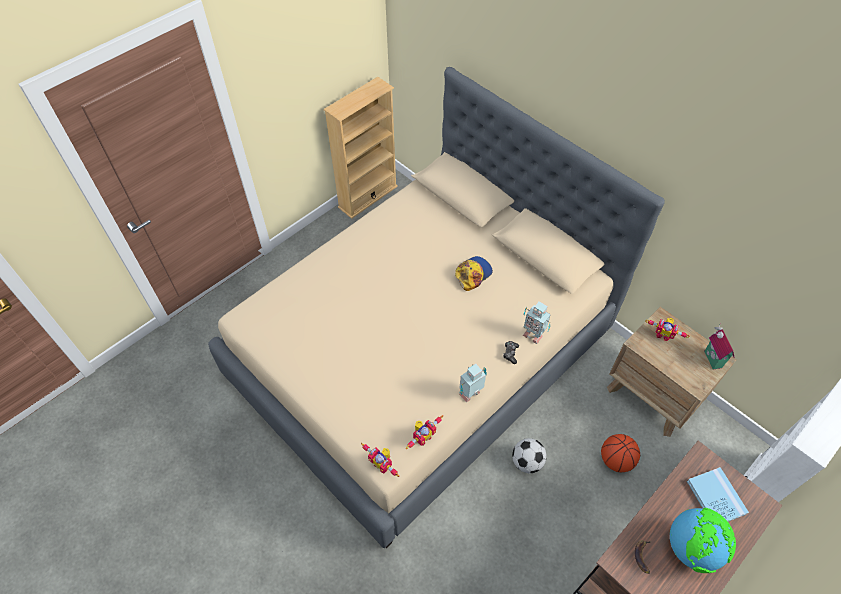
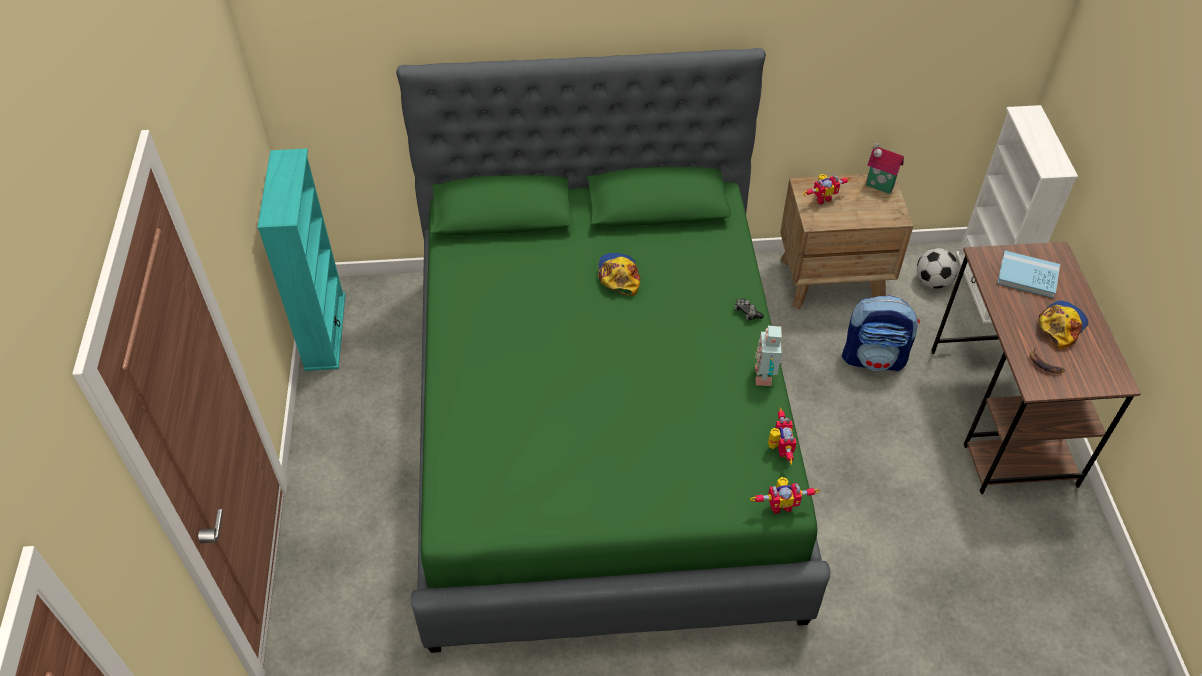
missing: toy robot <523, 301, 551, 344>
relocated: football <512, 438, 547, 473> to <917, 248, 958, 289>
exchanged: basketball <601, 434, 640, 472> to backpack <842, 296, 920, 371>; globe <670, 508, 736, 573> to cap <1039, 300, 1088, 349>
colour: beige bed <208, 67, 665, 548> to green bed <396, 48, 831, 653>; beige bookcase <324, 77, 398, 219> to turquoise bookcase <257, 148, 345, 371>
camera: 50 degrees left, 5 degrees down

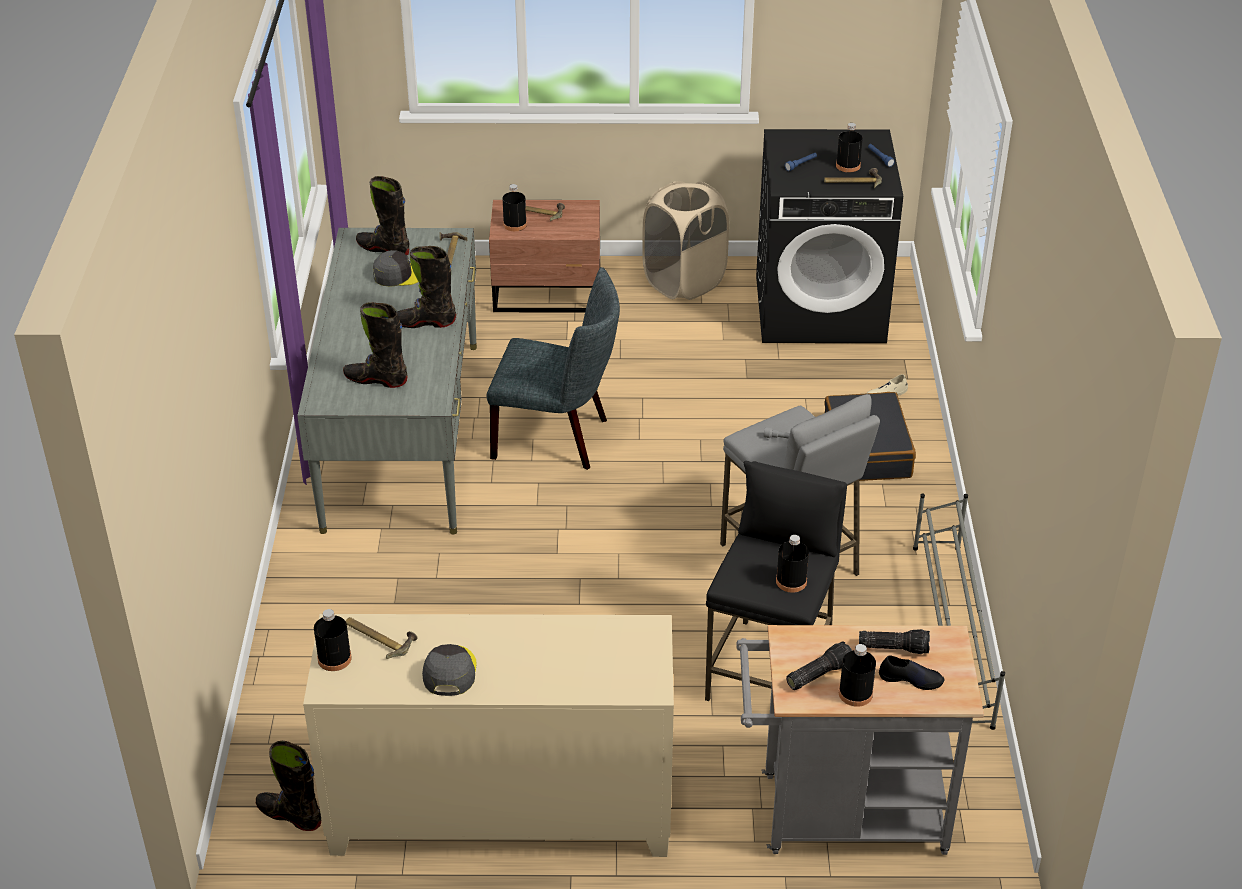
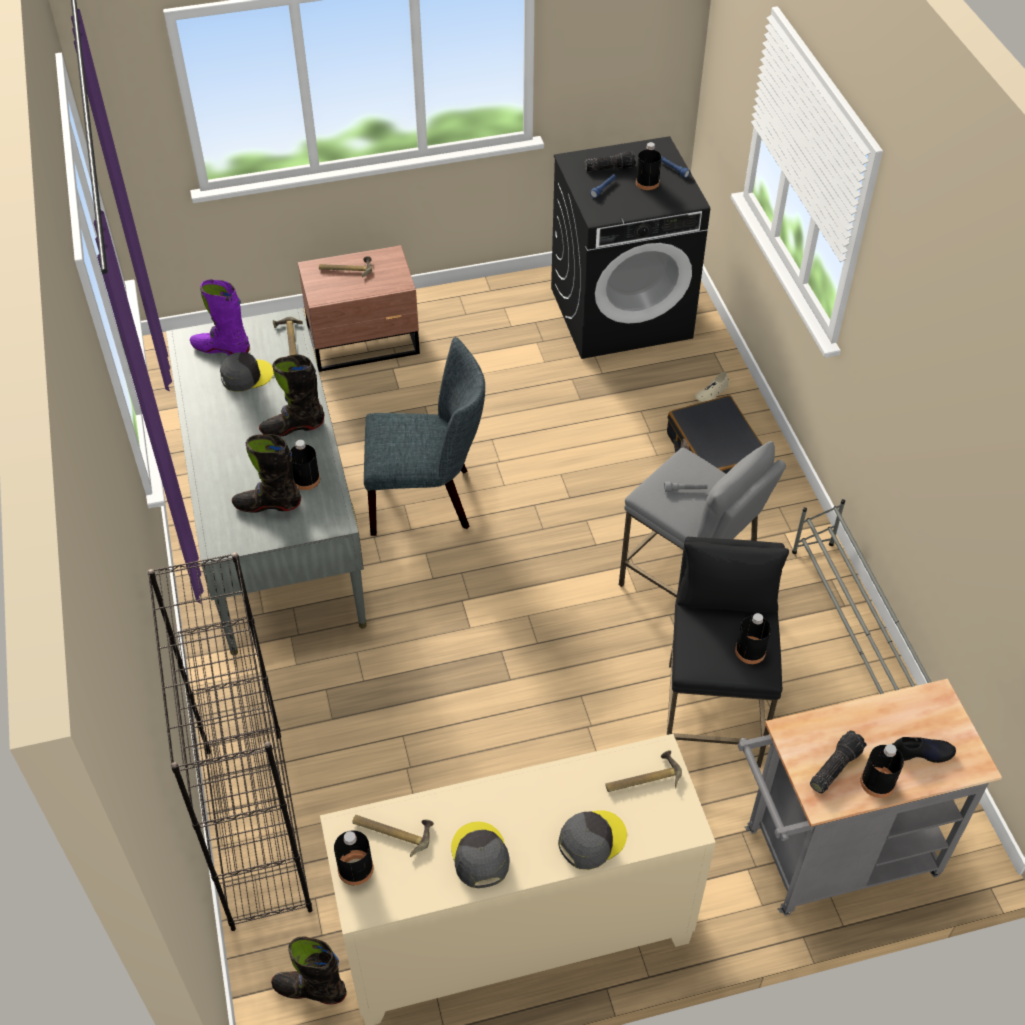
missing: beige laundry basket <642, 181, 729, 300>
appeared: black bookcase <148, 552, 312, 931>; grey cap <558, 810, 627, 870>
relocated: black bottle <503, 184, 527, 231> to <290, 440, 320, 490>; hammer <824, 168, 882, 188> to <606, 750, 682, 792>; flashlight <859, 629, 930, 654> to <585, 151, 636, 171>
colour: black boot <356, 176, 409, 255> to purple boot <190, 279, 250, 355>
camera: 15 degrees left, 10 degrees up

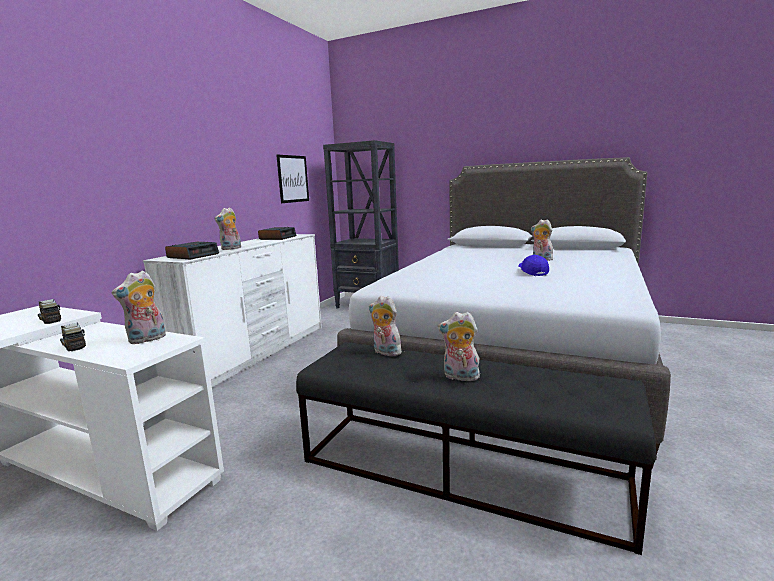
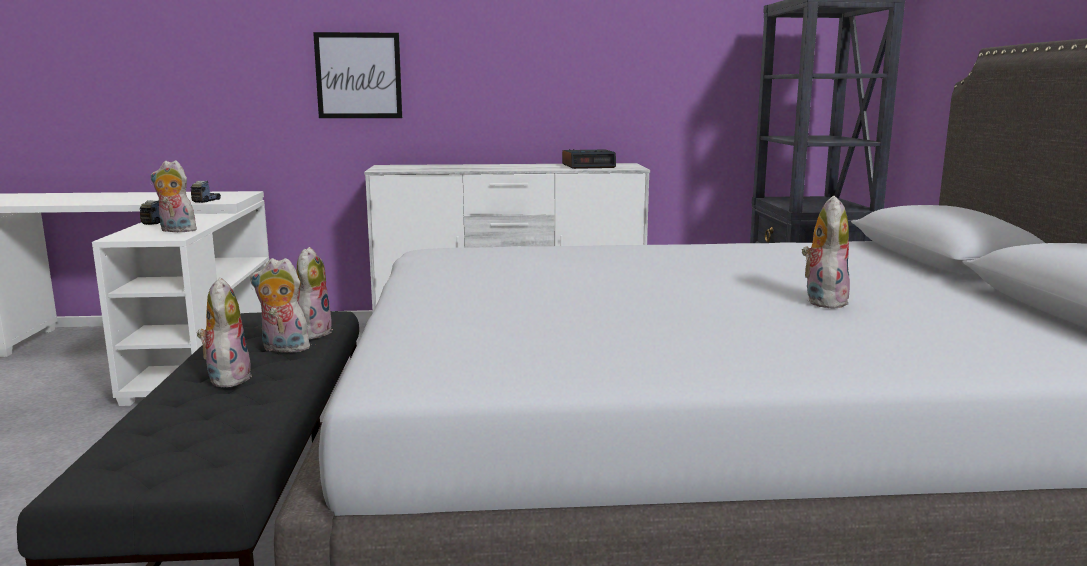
missing: alarm clock <165, 242, 219, 260>; blue cap <518, 255, 549, 276>
relocated: plush toy <214, 207, 241, 250> to <250, 258, 310, 353>; picture <276, 155, 309, 203> to <313, 32, 402, 118>
camera: 60 degrees right, 0 degrees up

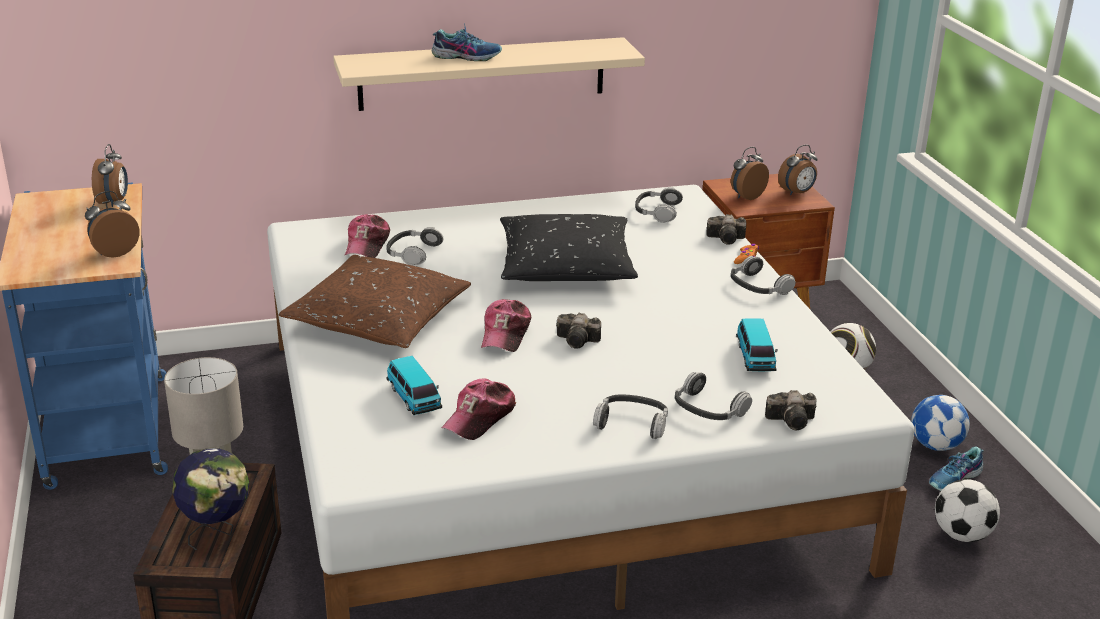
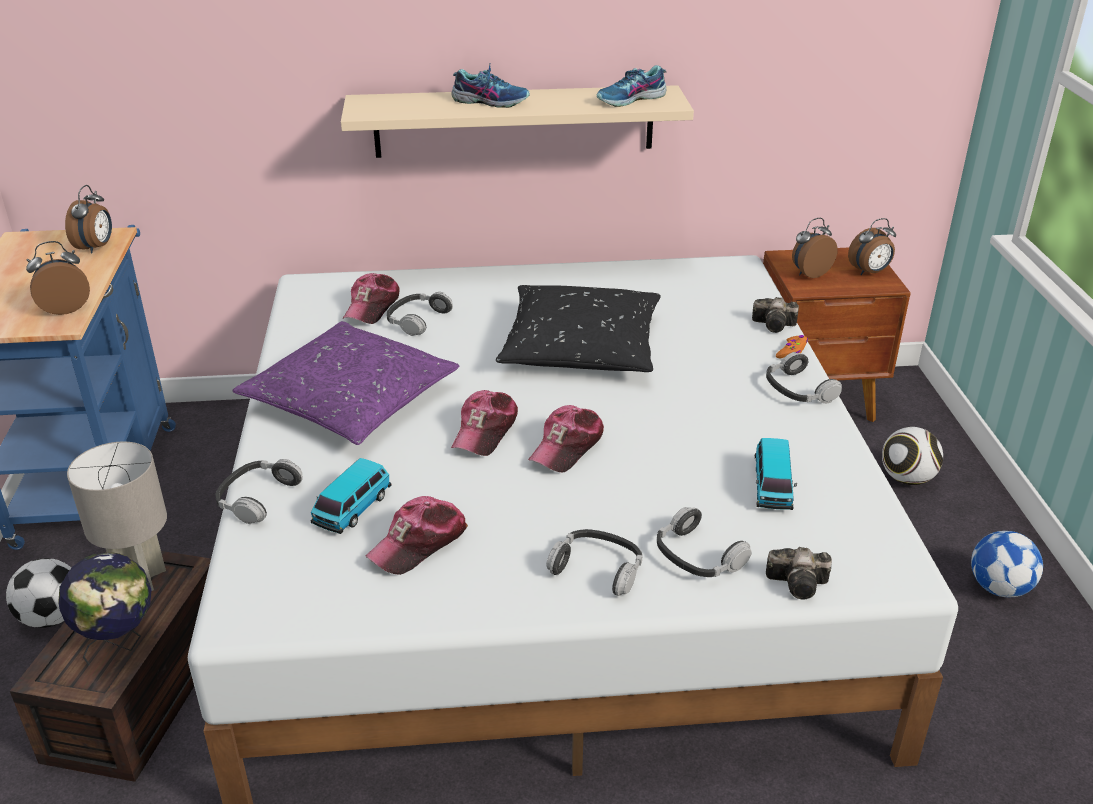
relocated: headphones <635, 187, 683, 223> to <215, 459, 303, 524>; shoe <929, 446, 984, 491> to <597, 65, 666, 107>; football <935, 479, 1000, 542> to <6, 558, 71, 628>
exchanged: photo camera <556, 313, 601, 349> to cap <528, 405, 604, 472>
colour: brown pillow <279, 255, 471, 348> to purple pillow <232, 321, 460, 445>
spun: toy car <387, 356, 442, 415> = <311, 458, 392, 534> 45 degrees clockwise
camera: 10 degrees right, 5 degrees up

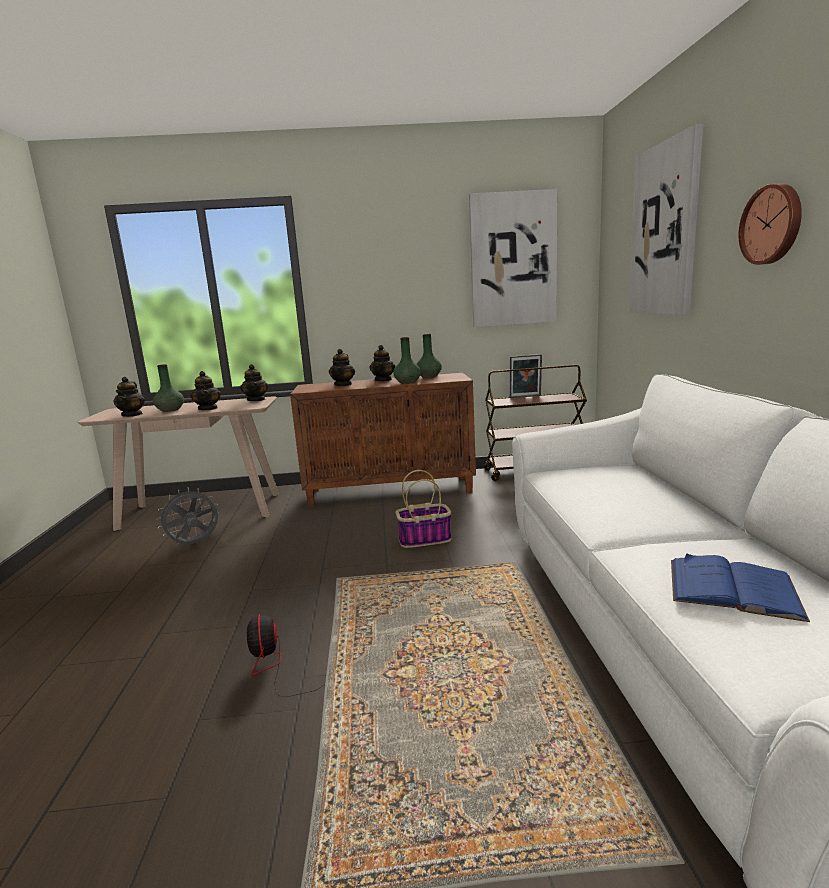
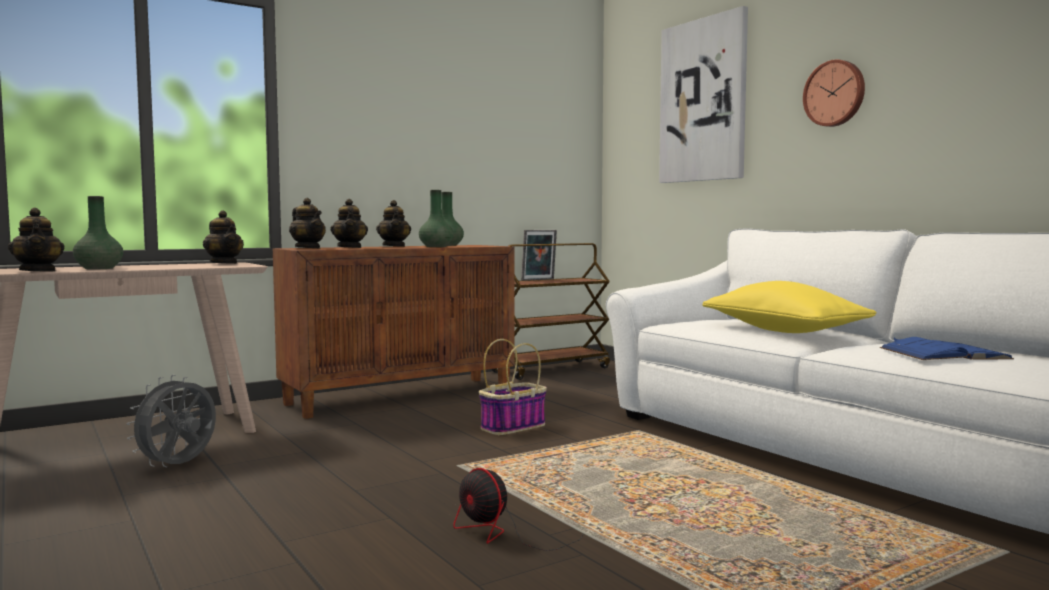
missing: picture <469, 189, 557, 327>
appeared: yellow pillow <702, 281, 877, 333>
relocated: teapot <190, 371, 221, 410> to <289, 198, 326, 249>
camera: 30 degrees left, 10 degrees down

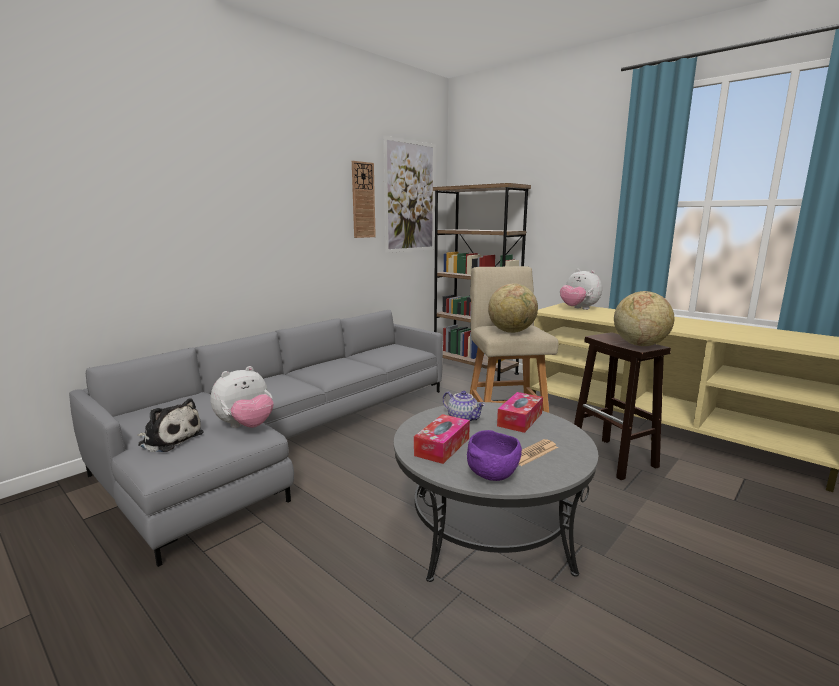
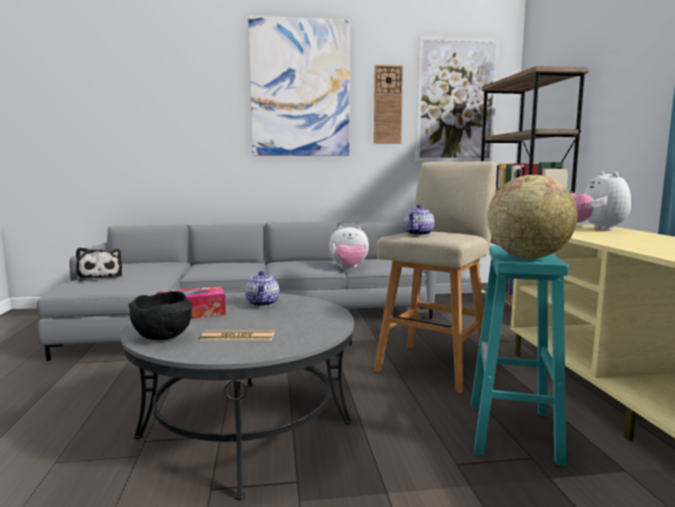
missing: tissue box <497, 392, 543, 433>
appeared: picture <248, 16, 350, 156>
relocated: plush toy <210, 366, 274, 428> to <329, 225, 369, 268>
exchanged: globe <488, 284, 538, 333> to teapot <404, 204, 434, 236>
colour: purple bowl <467, 430, 522, 481> to black bowl <128, 291, 193, 340>; brown stool <574, 332, 671, 480> to turquoise stool <471, 245, 569, 466>
camera: 40 degrees right, 5 degrees down

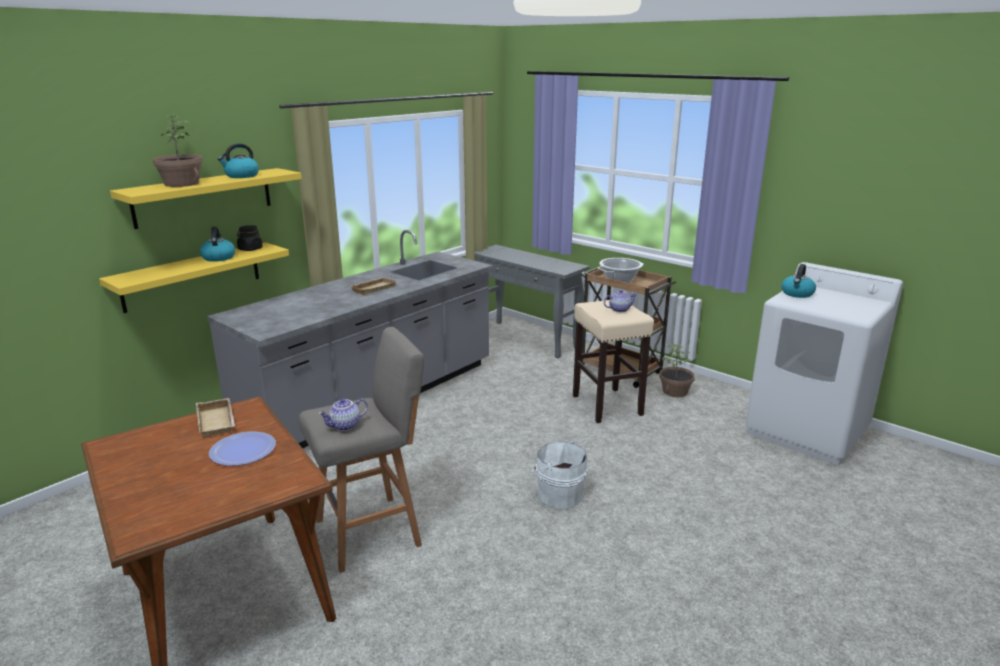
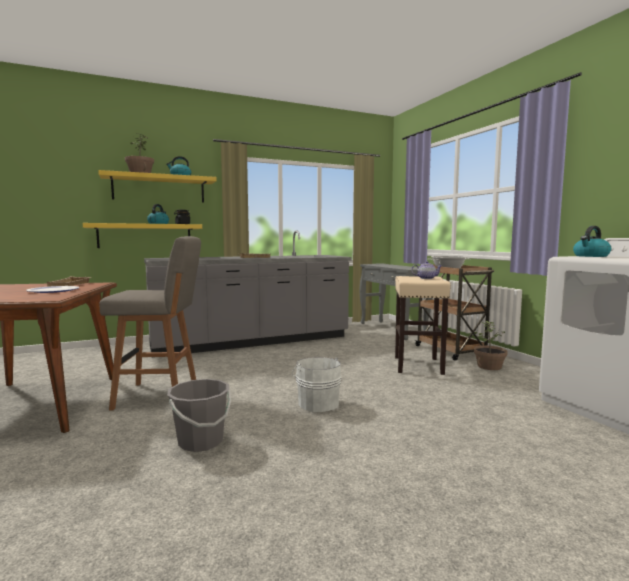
missing: teapot <318, 398, 368, 431>
appeared: grey bucket <167, 379, 231, 452>
camera: 25 degrees right, 15 degrees down

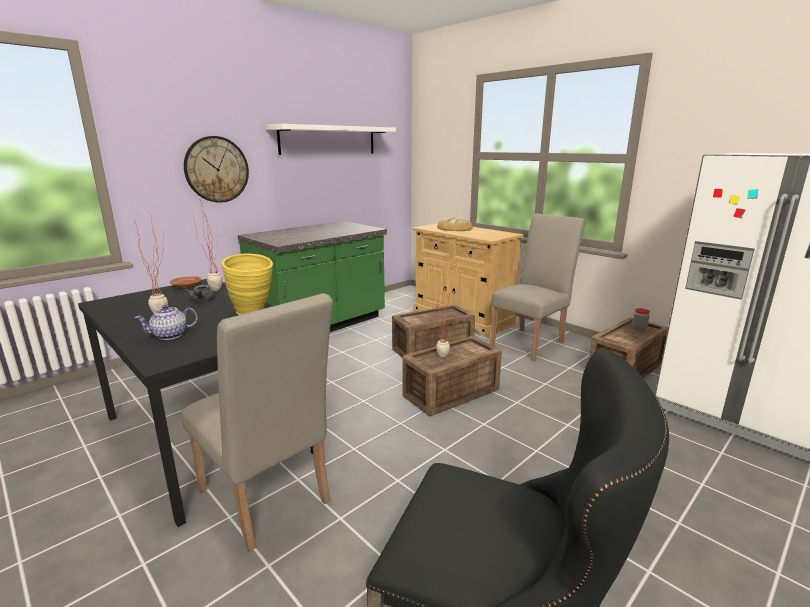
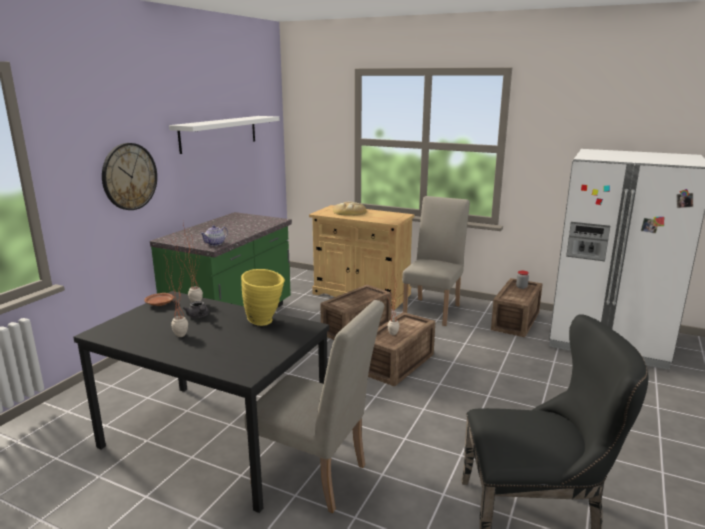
relocated: teapot <135, 305, 198, 340> to <200, 225, 228, 246>
camera: 20 degrees left, 0 degrees up

